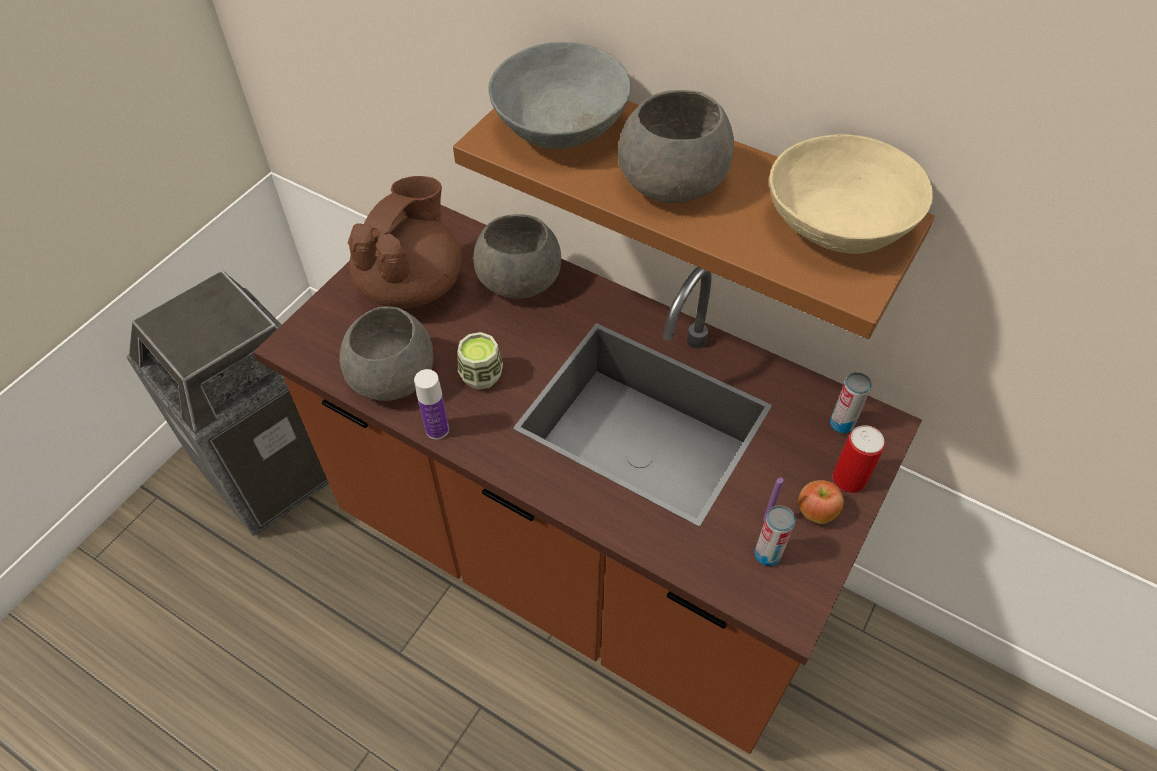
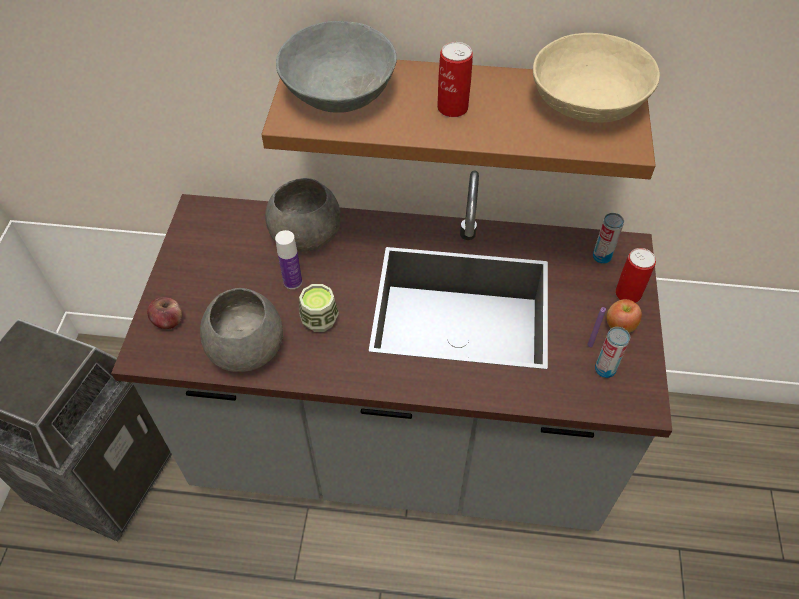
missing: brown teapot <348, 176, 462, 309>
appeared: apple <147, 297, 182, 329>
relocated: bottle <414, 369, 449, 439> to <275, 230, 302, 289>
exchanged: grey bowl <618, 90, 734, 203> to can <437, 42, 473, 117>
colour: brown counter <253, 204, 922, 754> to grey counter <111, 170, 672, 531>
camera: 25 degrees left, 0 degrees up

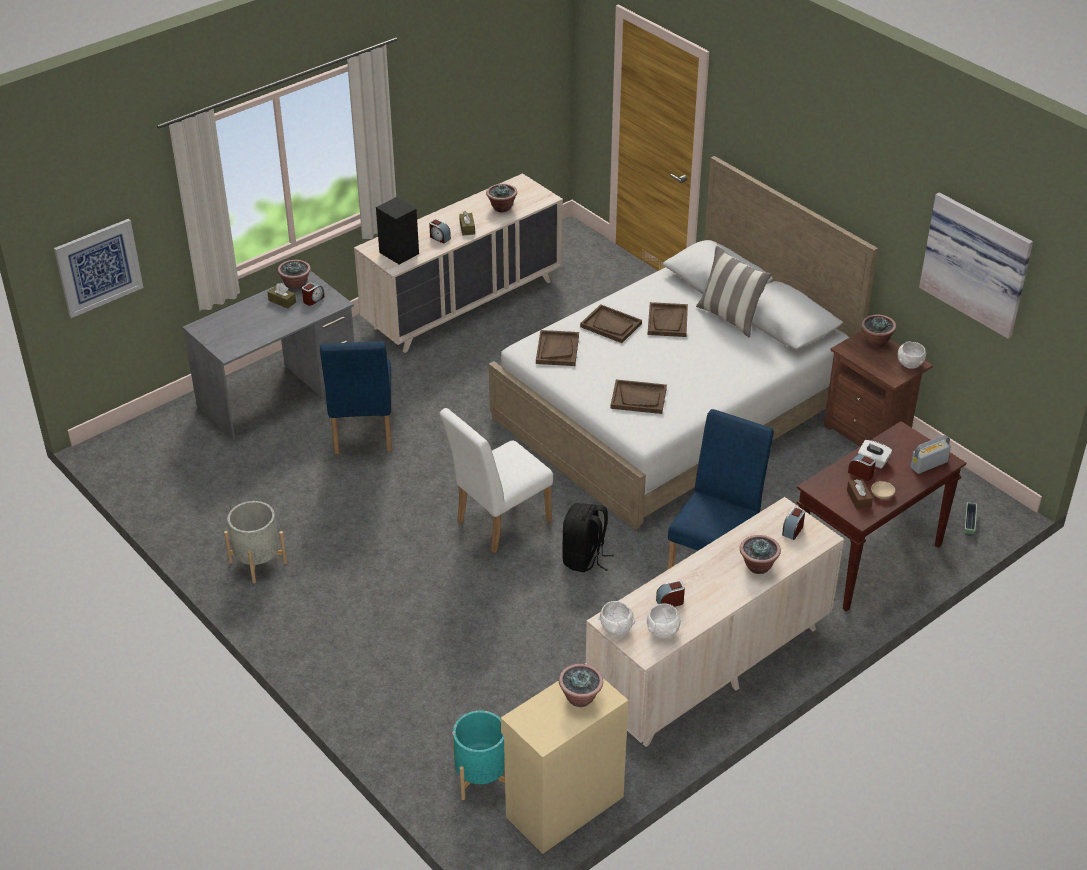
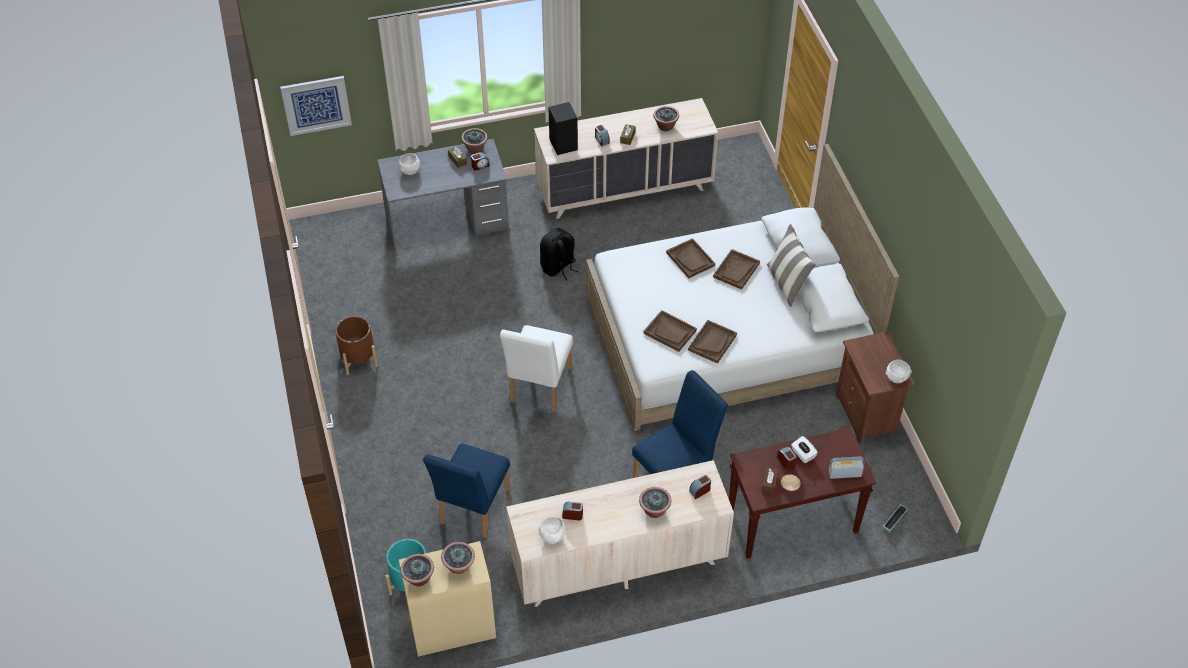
missing: picture <919, 193, 1033, 339>
relocated: blue chair <320, 341, 392, 454> to <423, 444, 511, 538>; brown tray <536, 330, 579, 366> to <688, 320, 737, 364>; black backpack <562, 503, 614, 572> to <540, 228, 579, 281>; white bowl <598, 601, 635, 636> to <399, 153, 420, 175>; potted plant <861, 315, 896, 347> to <400, 554, 434, 586>
colour: grey planter <224, 501, 287, 583> to brown planter <335, 316, 378, 375>
spun: white chair <440, 408, 553, 553> = <500, 325, 573, 412> 60 degrees counterclockwise
camera: 25 degrees right, 10 degrees up

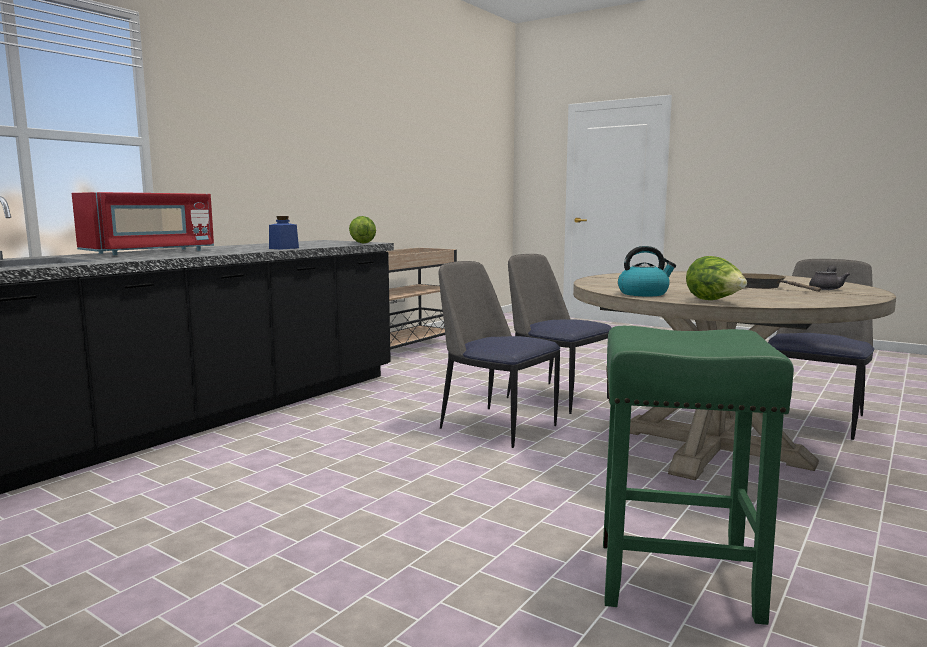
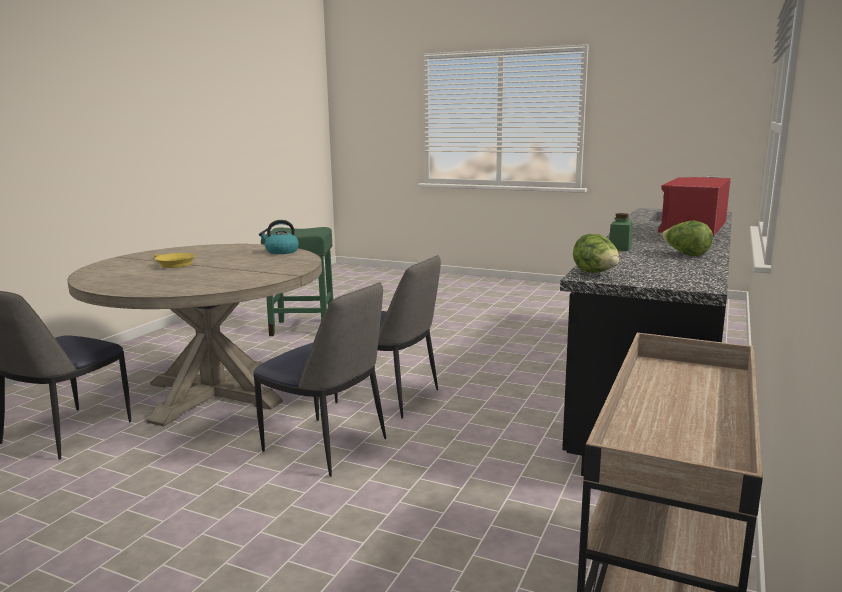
missing: grey teapot <809, 265, 850, 290>
relocated: lettuce <686, 256, 747, 300> to <662, 221, 713, 256>
colour: blue jar <269, 216, 299, 250> to green jar <609, 213, 632, 251>; brown frying pan <742, 274, 821, 292> to yellow frying pan <154, 253, 196, 268>
camera: 170 degrees right, 5 degrees up

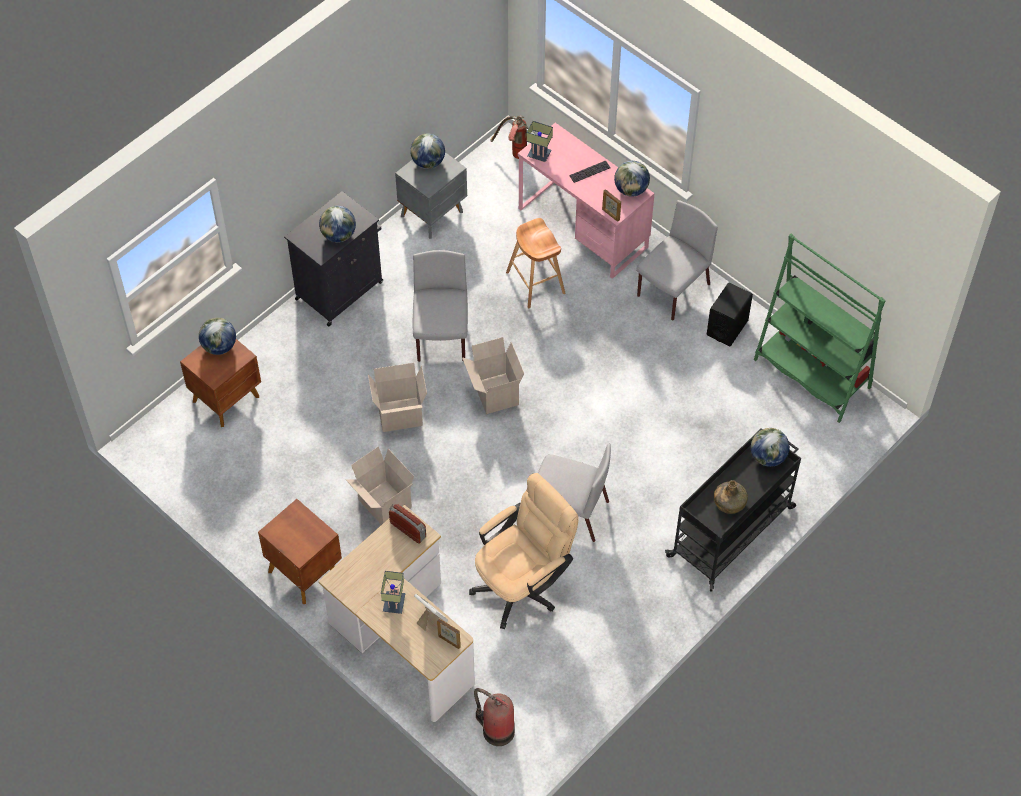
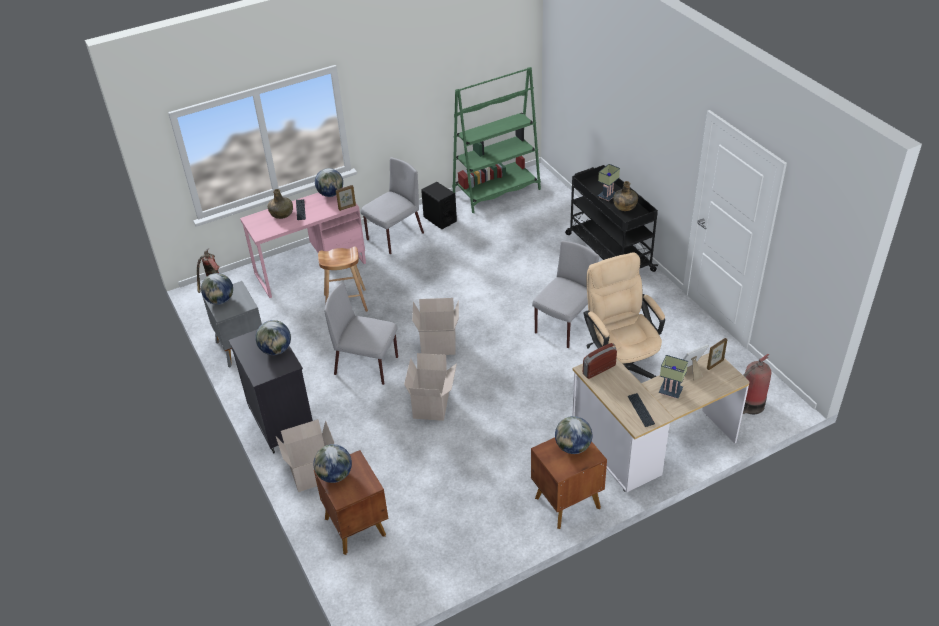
appeared: green bottle <268, 189, 293, 219>; keyboard <628, 393, 655, 427>
relocated: cardboard box <346, 446, 414, 525> to <276, 419, 334, 492>; table lamp <527, 121, 553, 162> to <598, 164, 620, 201>; globe <751, 428, 790, 467> to <555, 416, 592, 454>
spun: grey chair <636, 200, 718, 320> = <360, 157, 424, 254> 75 degrees clockwise
camera: 70 degrees left, 15 degrees down

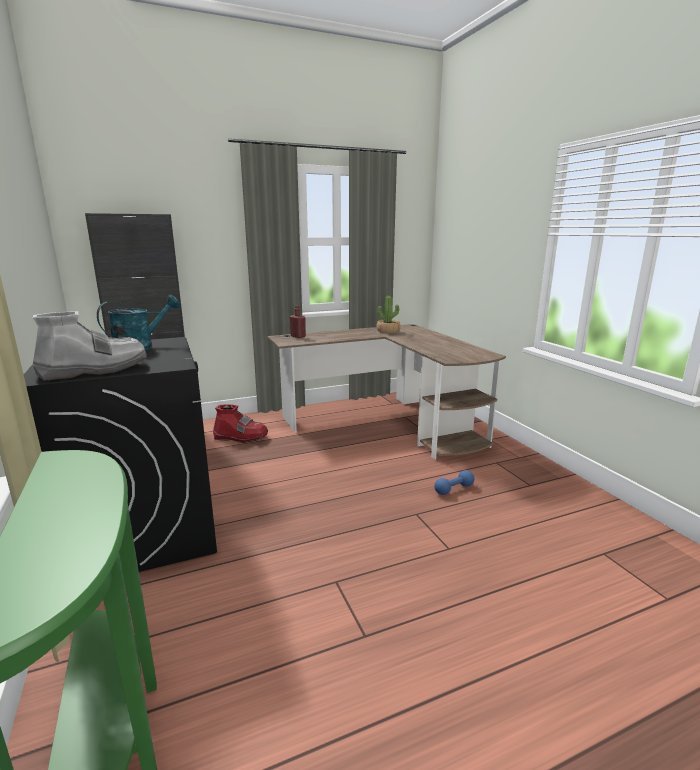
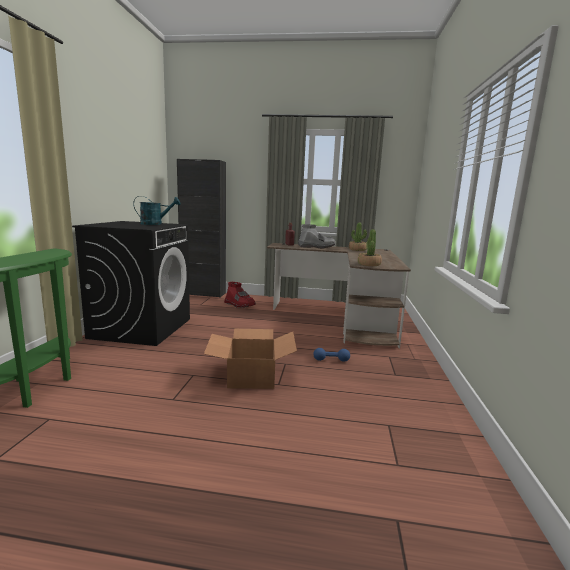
appeared: cardboard box <204, 329, 297, 389>; potted plant <358, 229, 382, 266>
relocated: grey boot <33, 311, 147, 381> to <298, 224, 336, 248>
camera: 30 degrees right, 5 degrees down

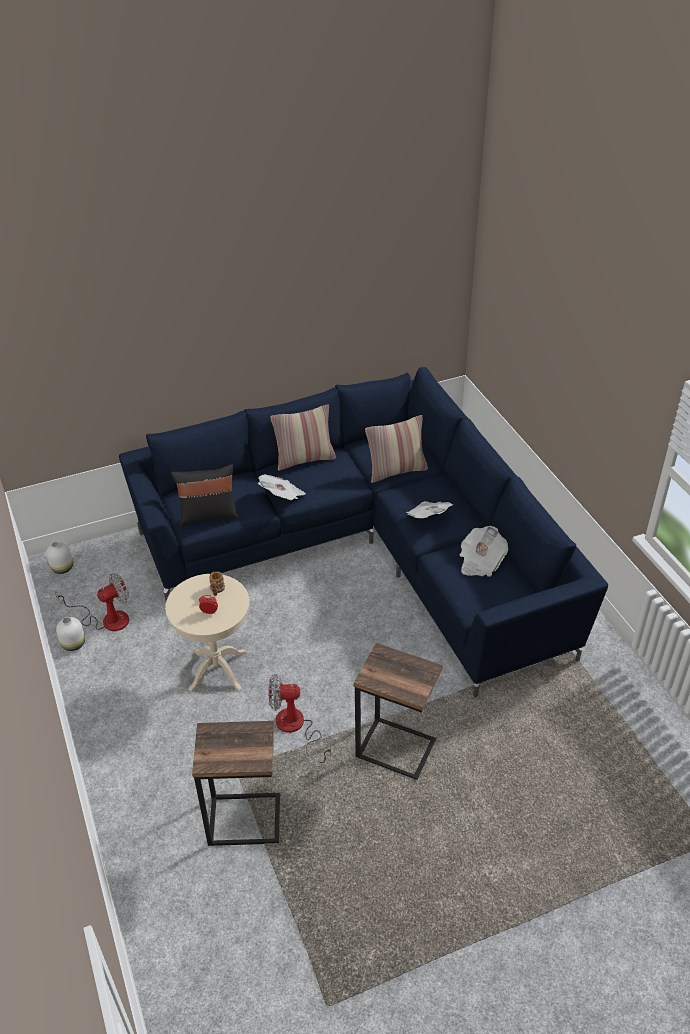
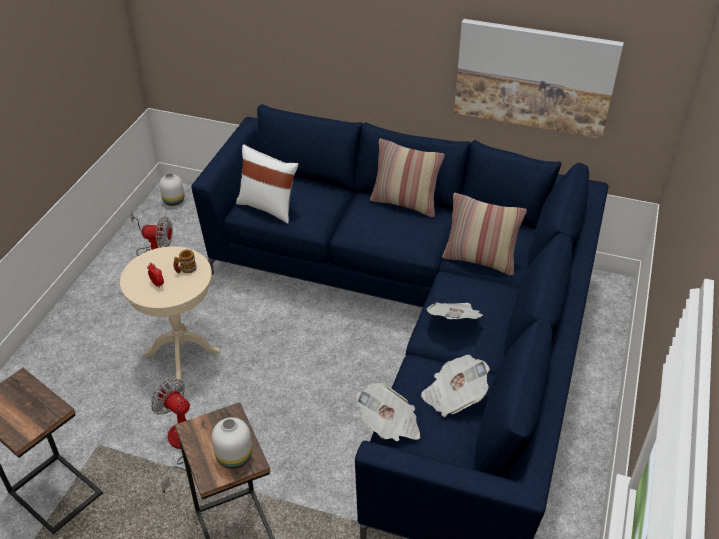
appeared: picture <454, 19, 624, 139>
relocated: white vase <56, 617, 85, 651> to <212, 417, 252, 469>; newspaper <258, 474, 306, 500> to <356, 383, 420, 441>
colour: black pillow <171, 464, 239, 527> to white pillow <236, 144, 298, 224>
camera: 40 degrees right, 0 degrees up

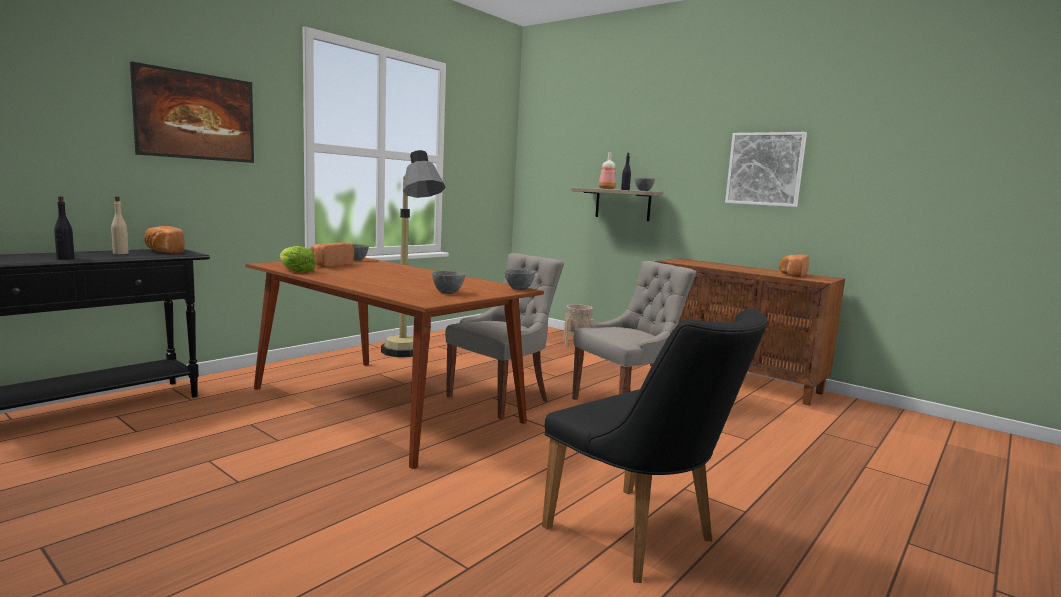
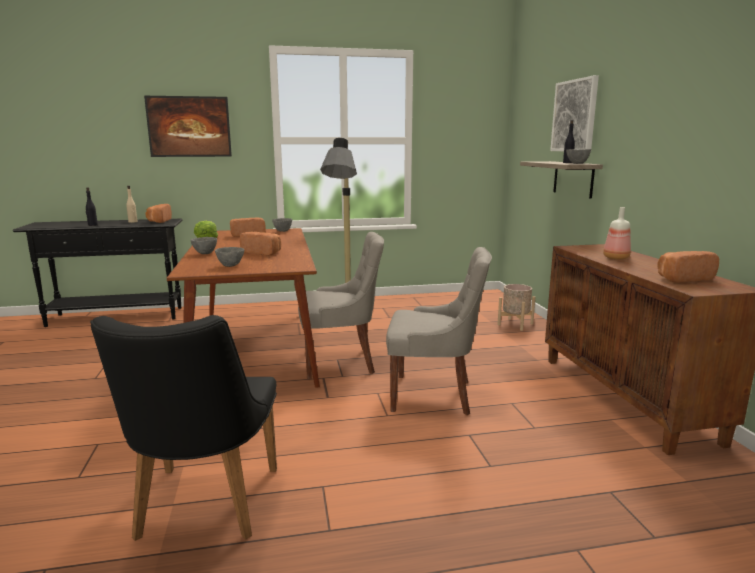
appeared: bread <239, 232, 281, 256>
relocated: grey bowl <504, 269, 536, 290> to <191, 237, 217, 254>; bottle <599, 152, 616, 189> to <603, 207, 631, 260>; picture <725, 132, 807, 207> to <550, 75, 599, 151>
camera: 40 degrees right, 5 degrees up

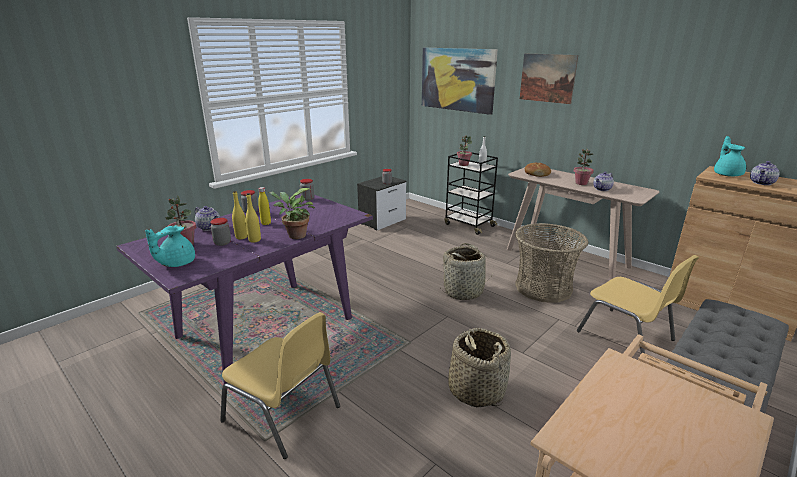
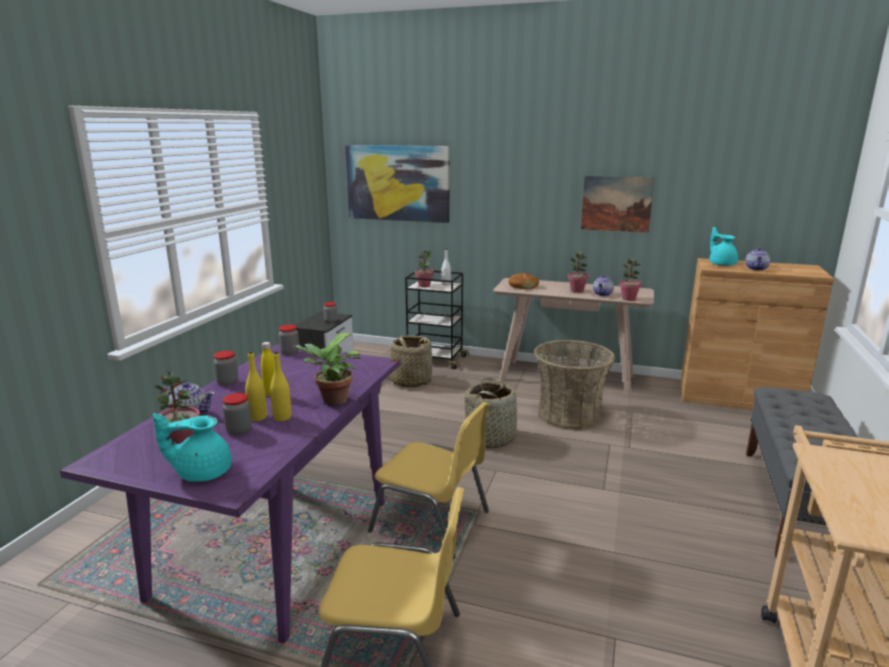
appeared: potted plant <619, 258, 642, 301>
relocated: basket <448, 328, 511, 407> to <390, 335, 432, 388>; picture <520, 54, 578, 104> to <581, 176, 655, 233>; yellow chair <577, 255, 699, 353> to <368, 402, 489, 559>
spun: turquoise teapot <145, 225, 195, 267> = <153, 413, 232, 482> 75 degrees clockwise
camera: 25 degrees left, 5 degrees down

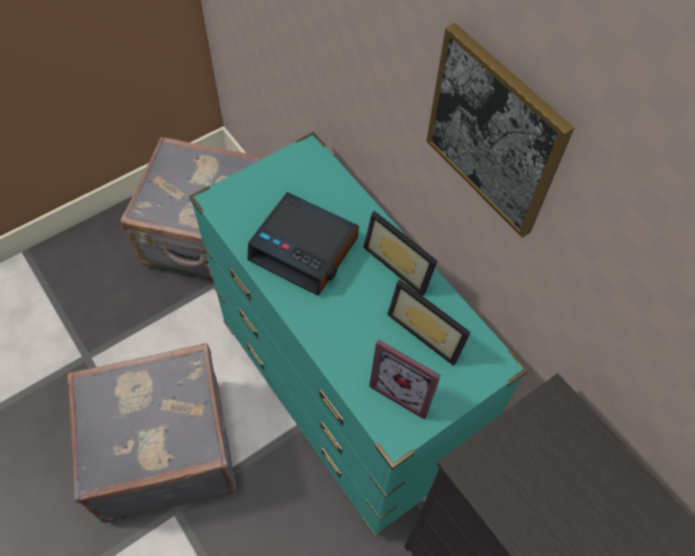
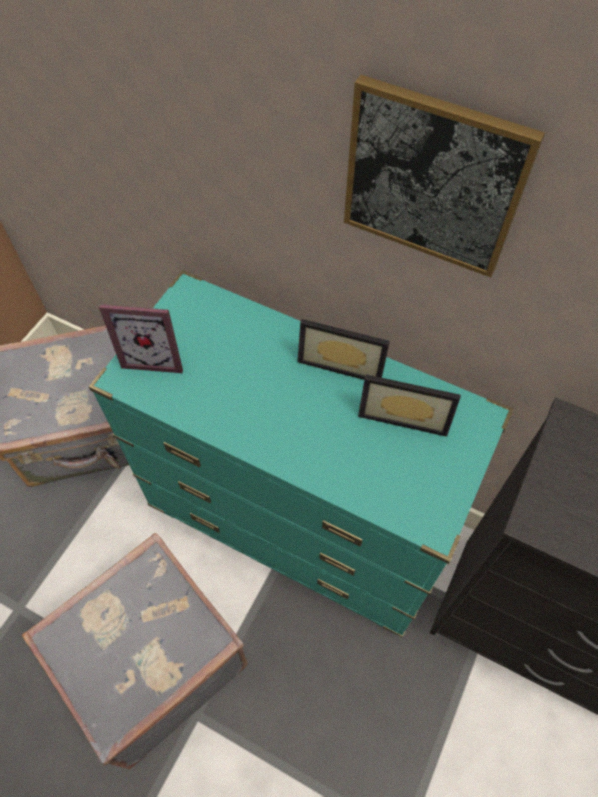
missing: alarm clock <248, 192, 359, 296>
relocated: picture frame <369, 340, 441, 420> to <99, 304, 183, 373>
camera: 25 degrees left, 0 degrees up

